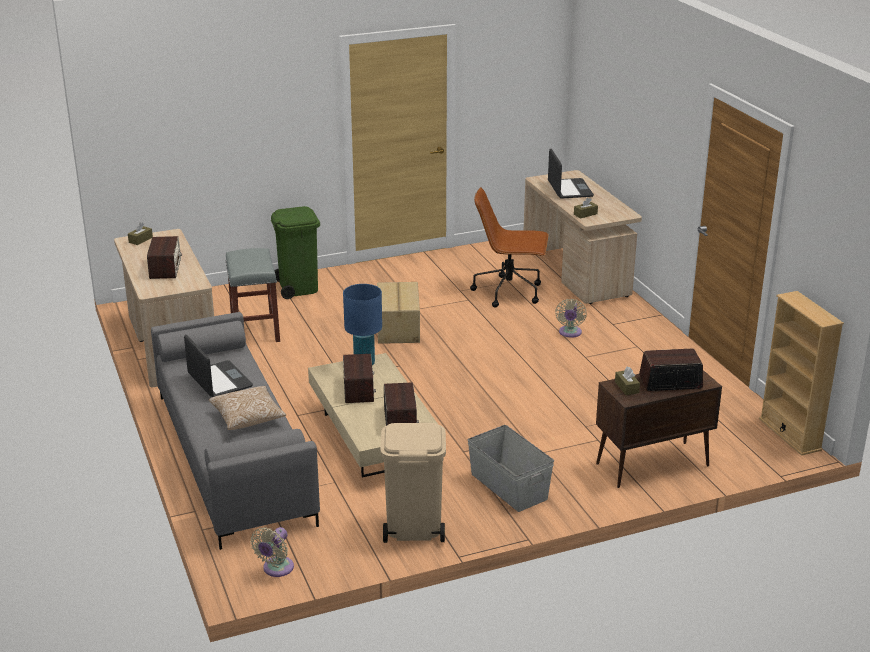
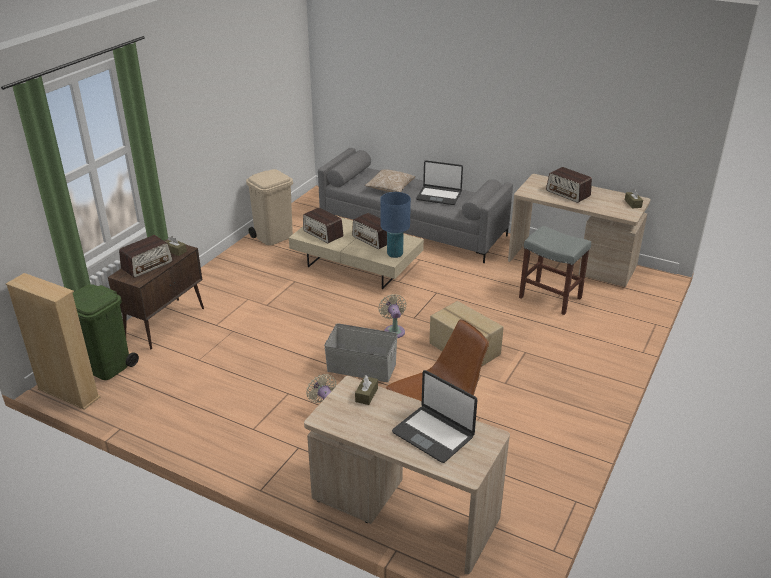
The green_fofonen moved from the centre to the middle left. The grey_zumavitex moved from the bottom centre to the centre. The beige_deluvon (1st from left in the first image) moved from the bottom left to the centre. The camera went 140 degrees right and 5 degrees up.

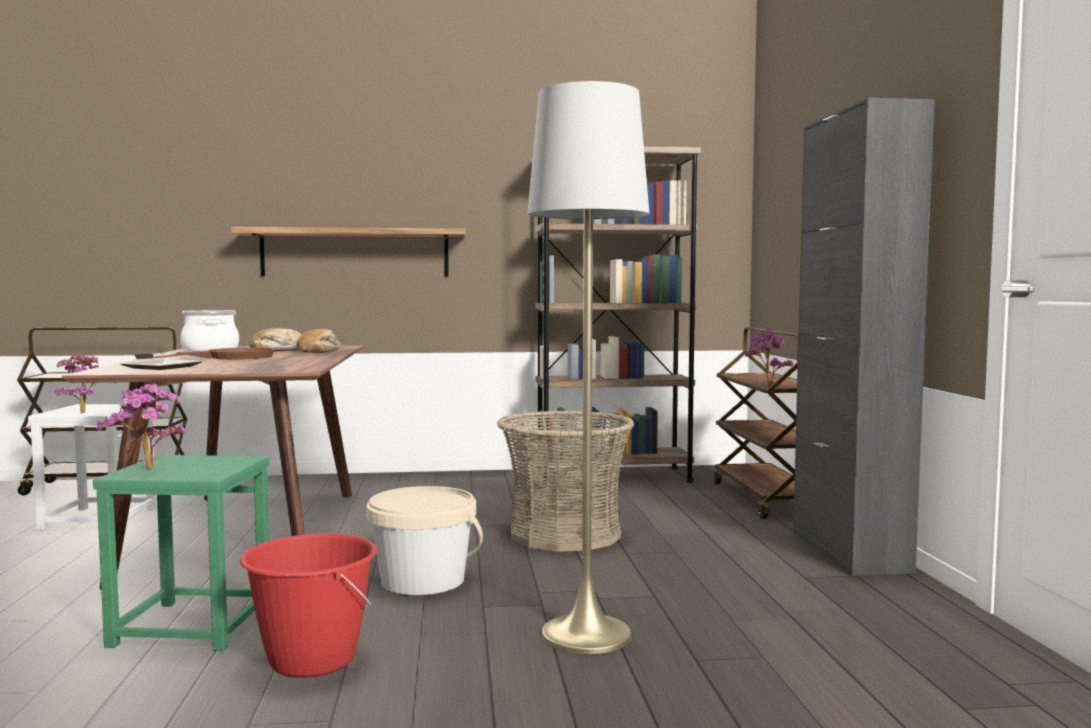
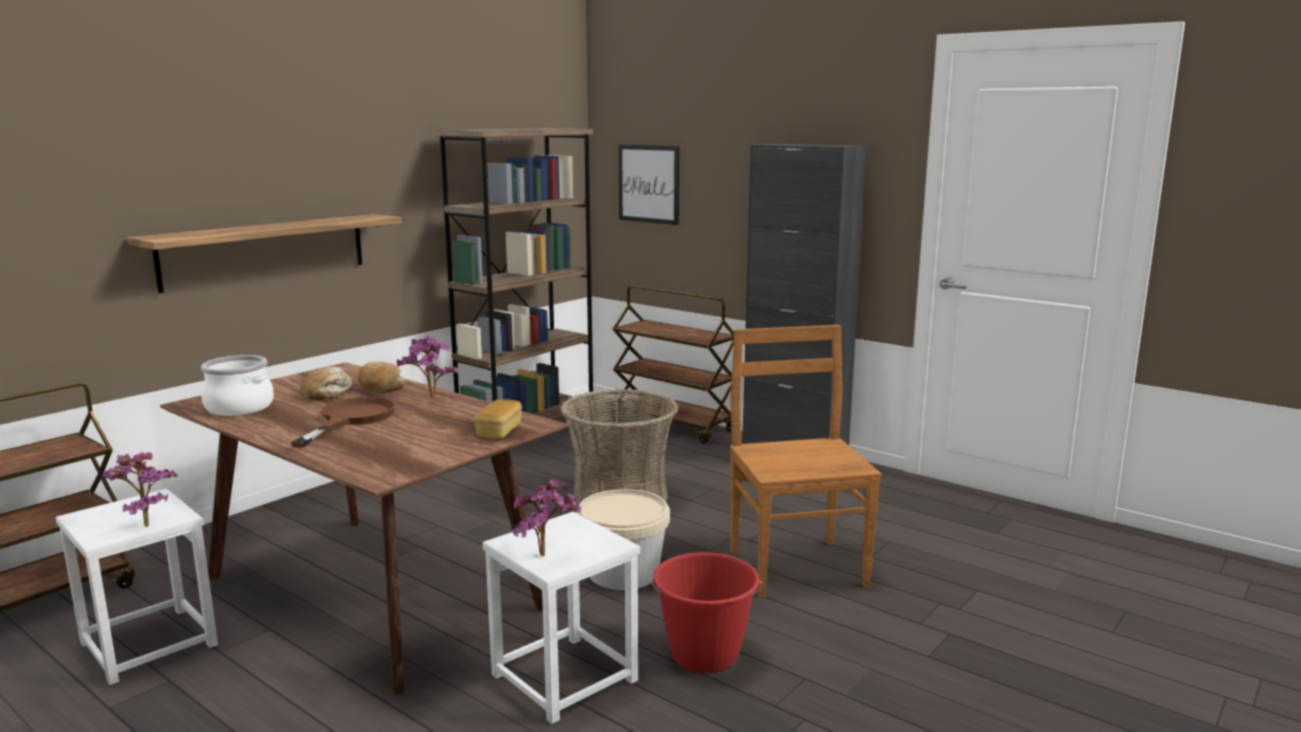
The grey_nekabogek at the centre was replaced by the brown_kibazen at the centre. The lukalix (3rd from left in the first image) moved from the middle right to the middle left. The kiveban at the middle left disappeared. The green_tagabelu at the bottom left became the white_tagabelu (2nd from left) at the bottom centre. The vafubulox at the top centre appeared. The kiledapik (3rd from left) at the centre appeared. The camera went 45 degrees left and 10 degrees up.

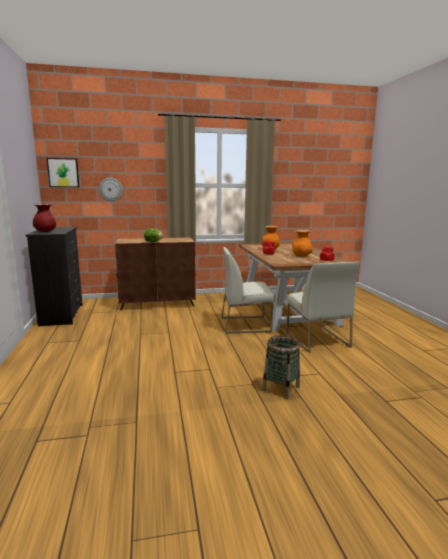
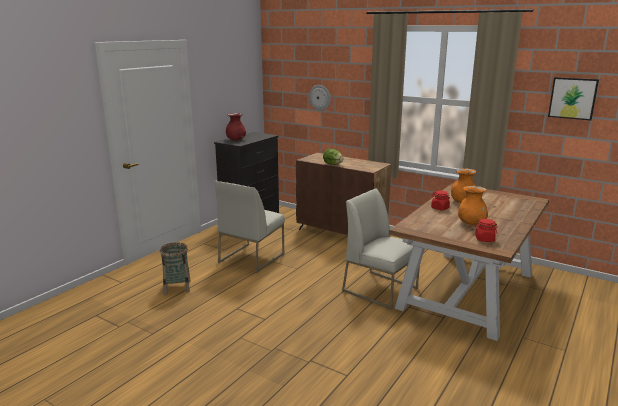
The vafubulox moved from the top left to the top right. The white_kibazen (2nd from left in the first image) moved from the middle right to the centre. The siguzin moved from the centre to the middle left. The camera went 45 degrees right and 5 degrees up.

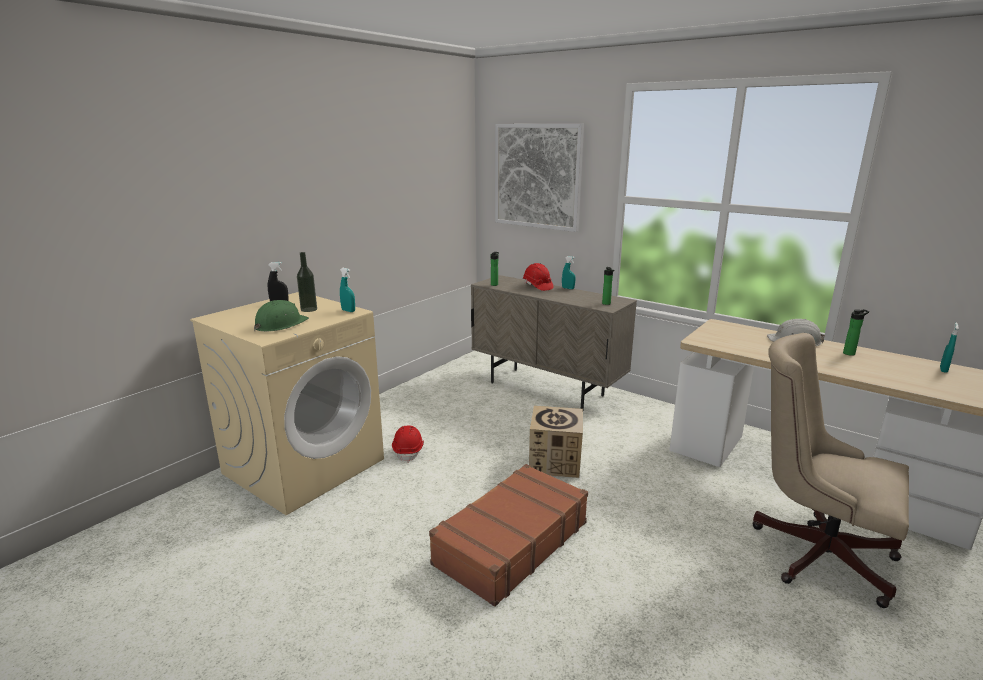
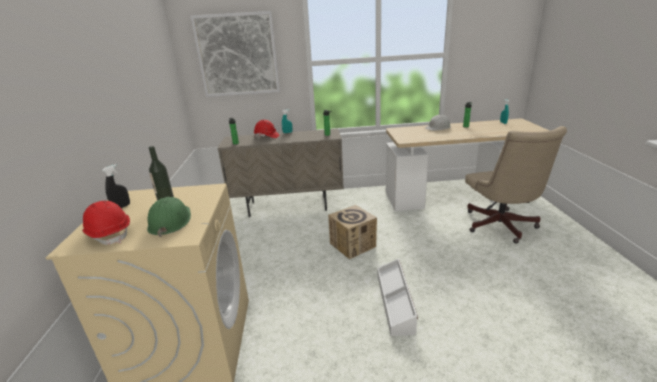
The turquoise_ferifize (1st from left) at the centre disappeared. The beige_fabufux at the bottom right turned 90 degrees counterclockwise. The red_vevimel (1st from left) moved from the centre to the middle left. The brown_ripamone at the bottom centre was replaced by the white_zumavitex at the bottom centre. The camera went 40 degrees left and 5 degrees up.

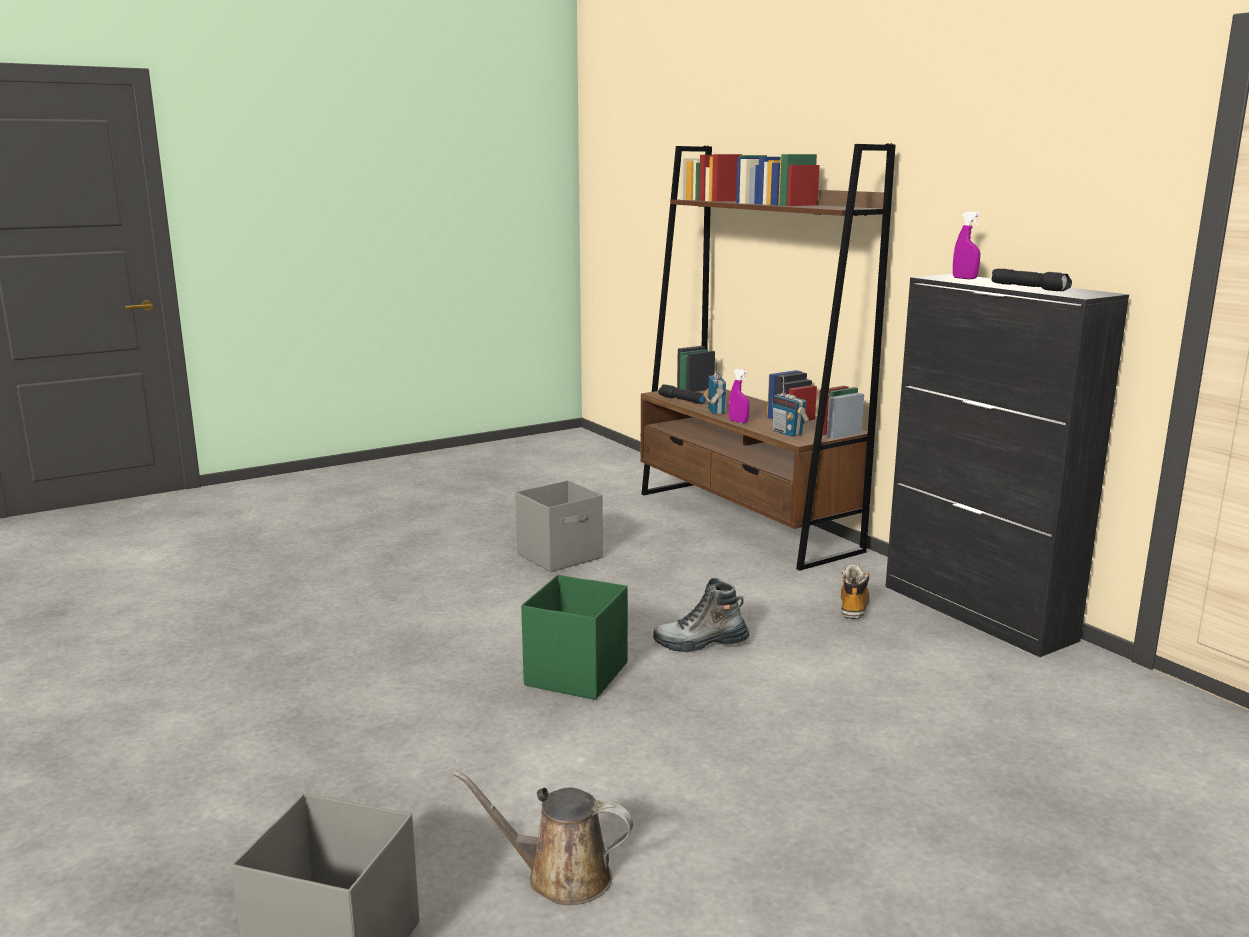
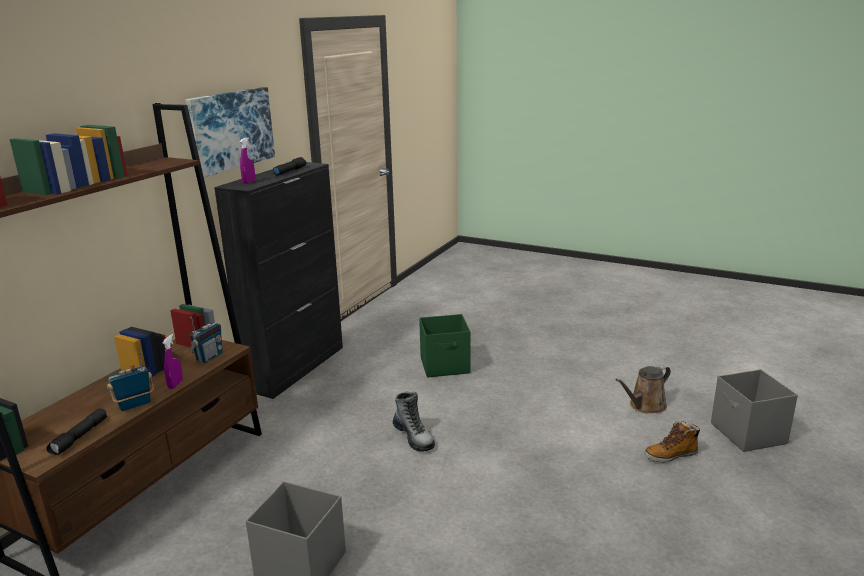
The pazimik (2nd from left) moved from the middle right to the bottom right. The green_zumavitex moved from the bottom centre to the centre. The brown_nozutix at the bottom centre turned 75 degrees clockwise. The vafubulox at the top left appeared. The camera went 120 degrees left and 5 degrees up.

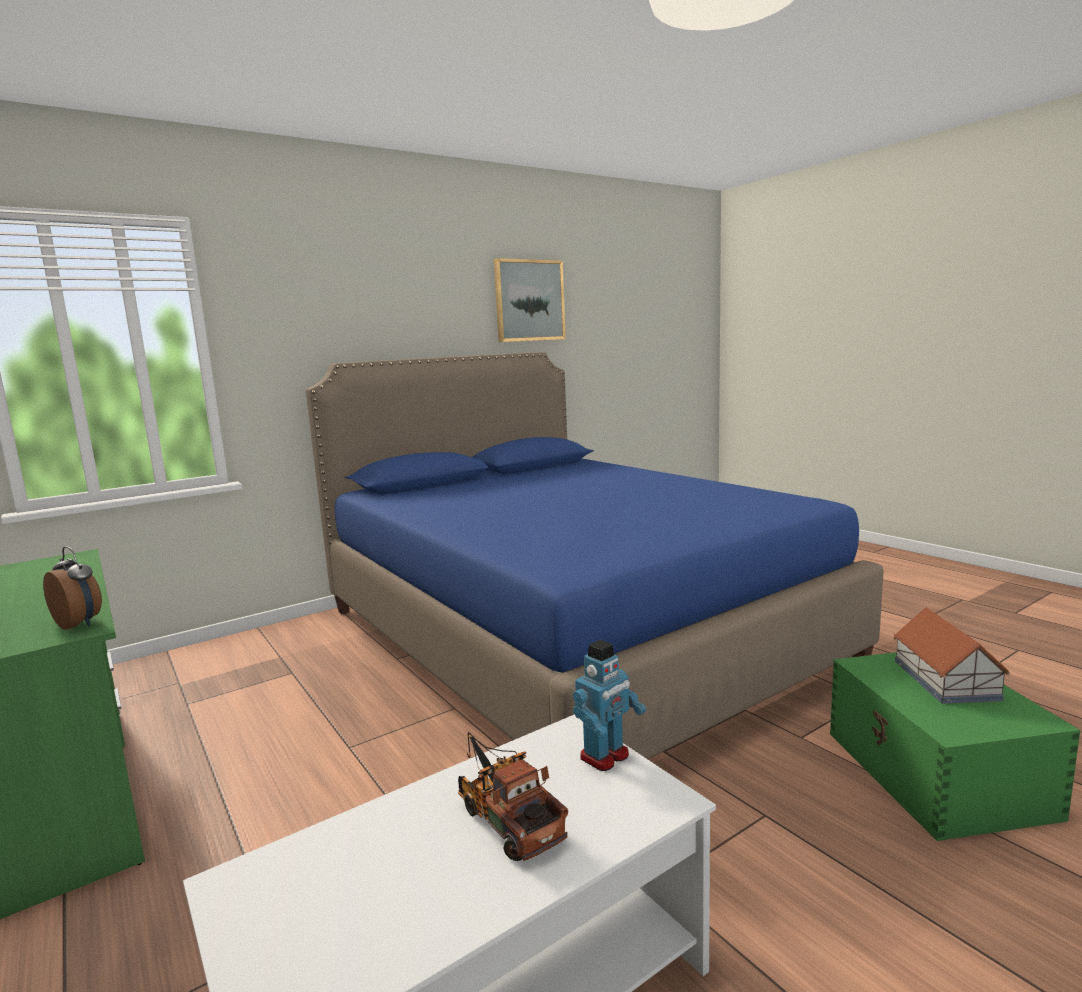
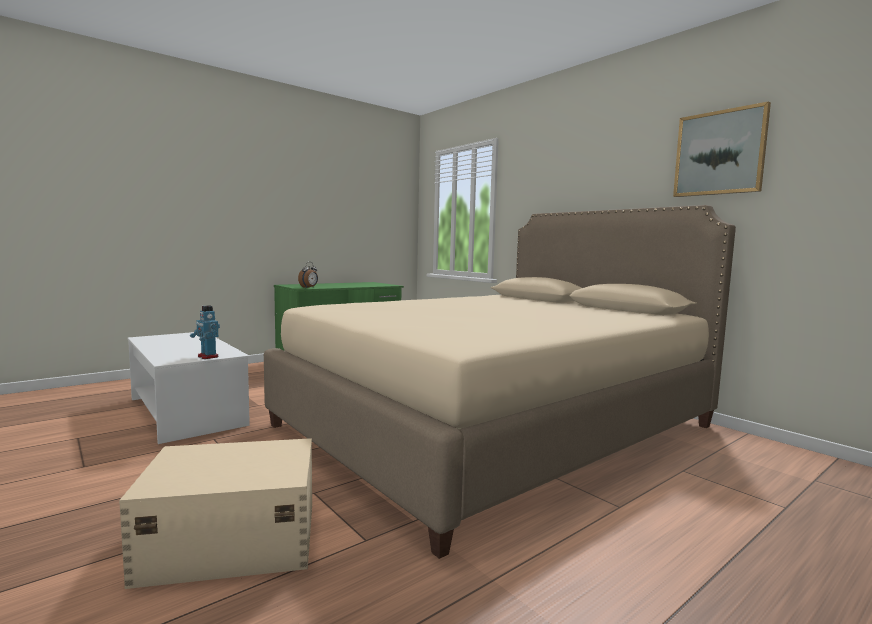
The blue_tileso at the centre became the beige_tileso at the centre. The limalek at the middle right disappeared. The green_zumavitex at the bottom right became the beige_zumavitex at the bottom left. The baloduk at the bottom centre disappeared. The camera went 85 degrees right and 5 degrees down.

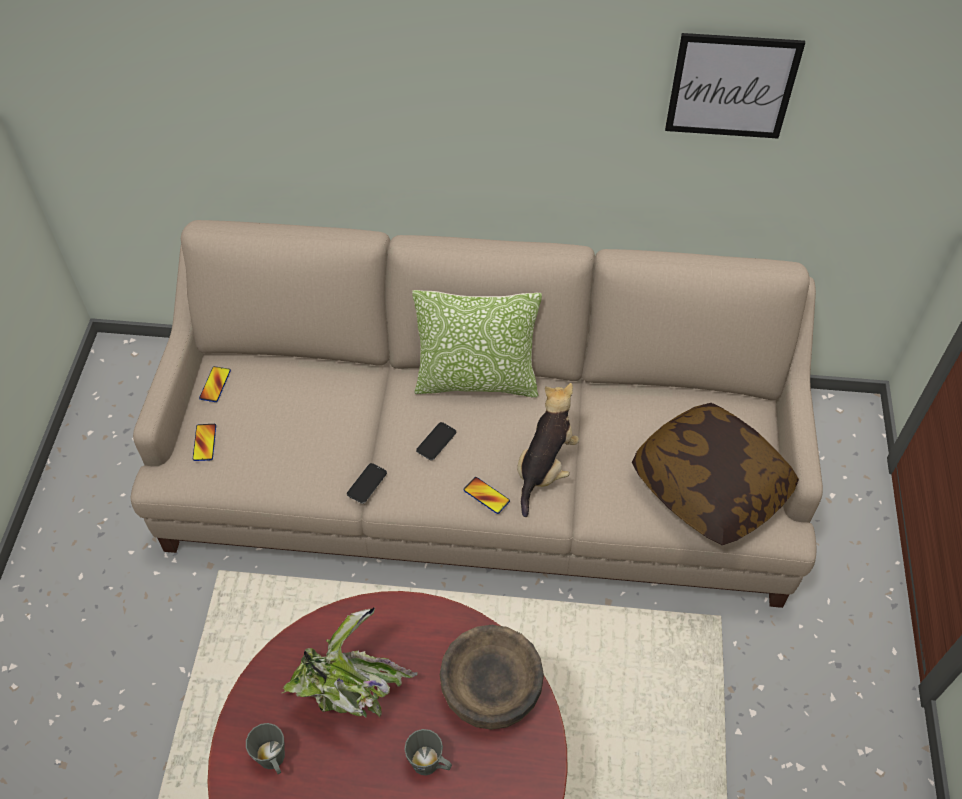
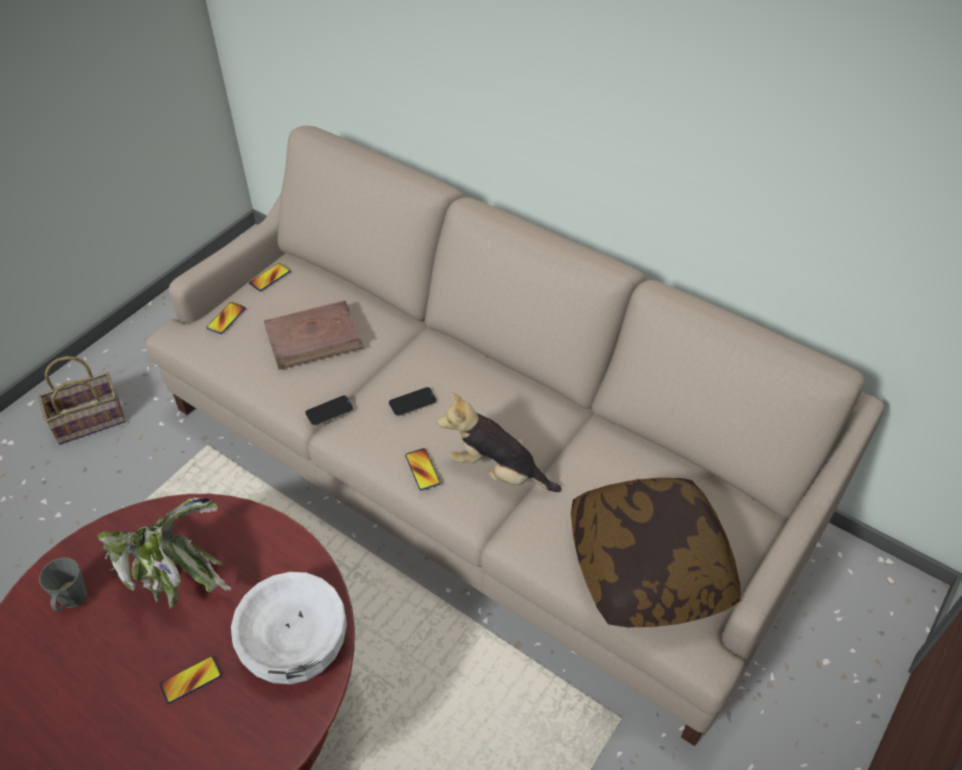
The vafubulox at the top right disappeared. The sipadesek (1st from left) at the centre disappeared. The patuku at the centre turned 120 degrees counterclockwise. The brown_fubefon at the bottom centre became the white_fubefon at the bottom left. The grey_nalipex (2nd from left) at the bottom centre was replaced by the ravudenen (1st from left) at the bottom left. The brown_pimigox at the middle left appeared. The siguzin at the middle left appeared. The camera went 30 degrees right and 5 degrees down.

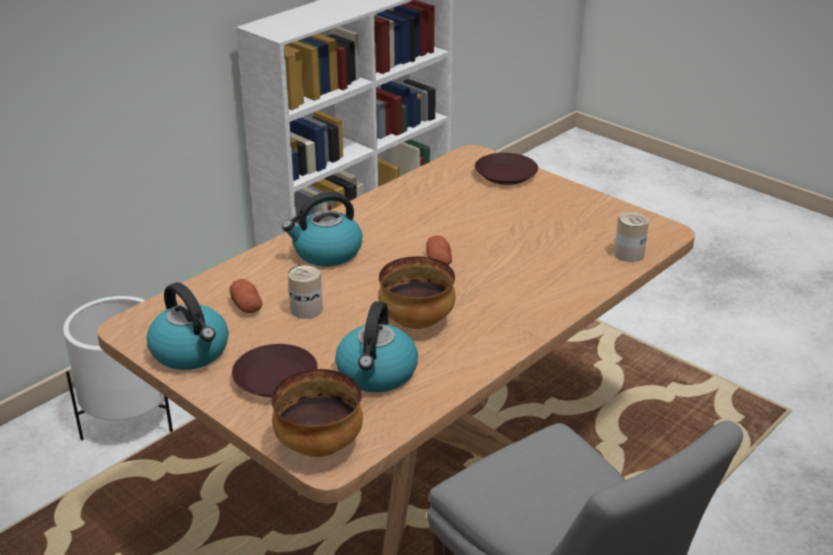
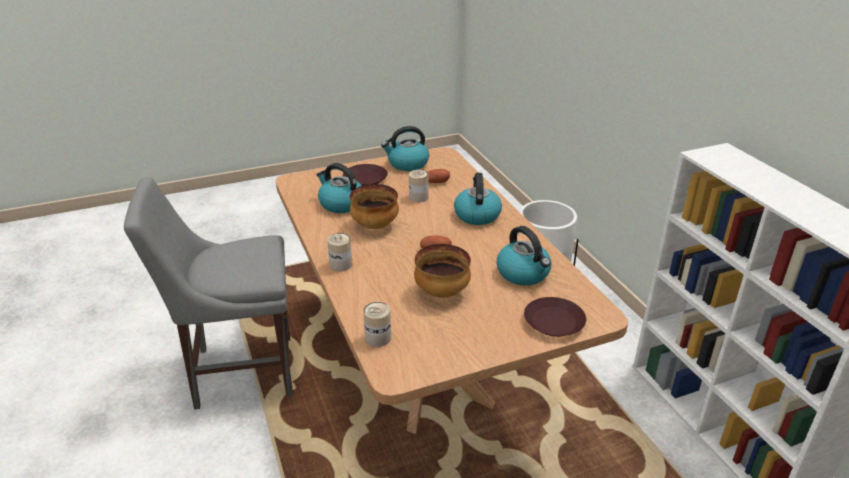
The fubefon (1st from left in the first image) moved from the bottom centre to the centre. The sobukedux (4th from left) at the centre appeared. The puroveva (1st from left) at the centre appeared. The camera went 115 degrees right and 0 degrees up.

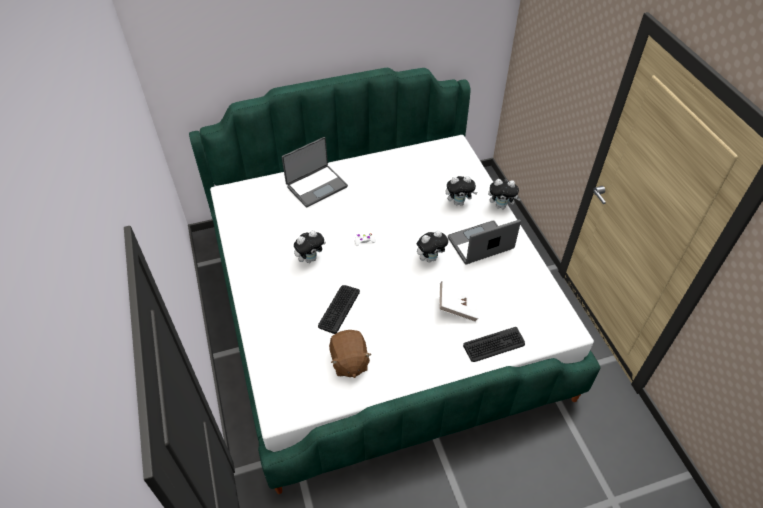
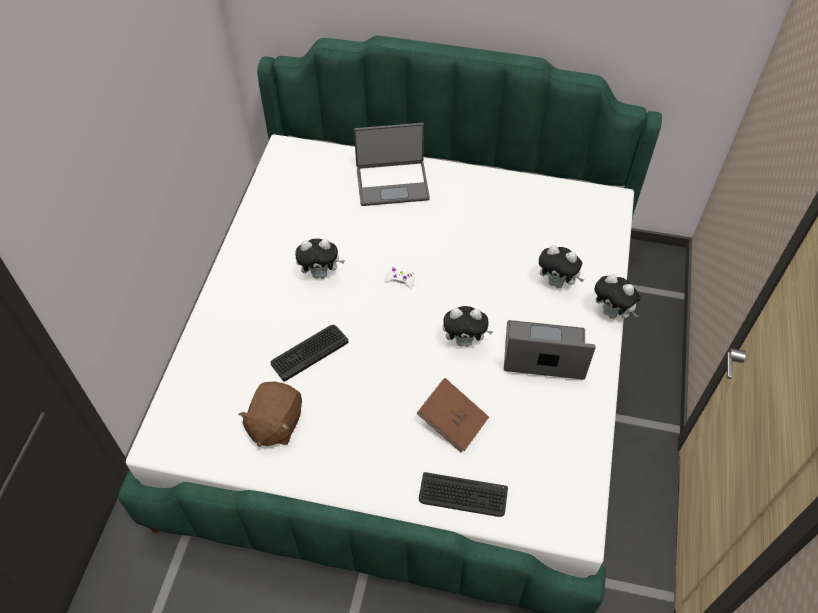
The white_pimigox at the centre became the brown_pimigox at the bottom centre. The camera went 30 degrees right and 5 degrees up.

